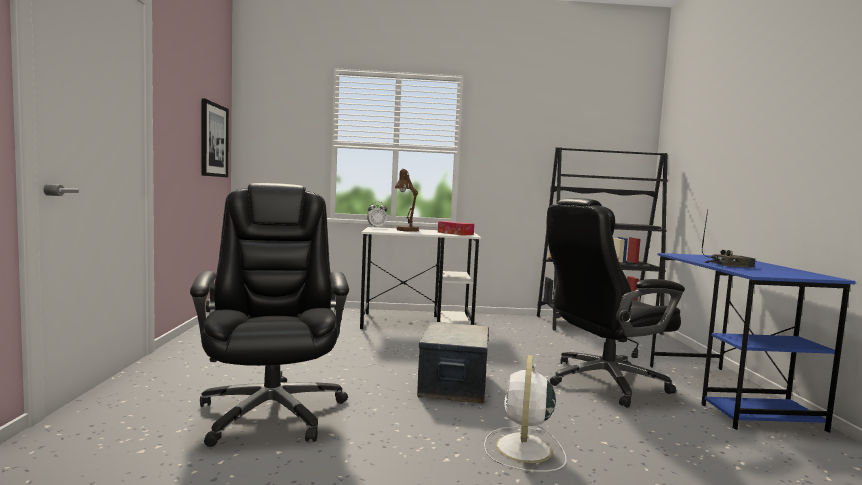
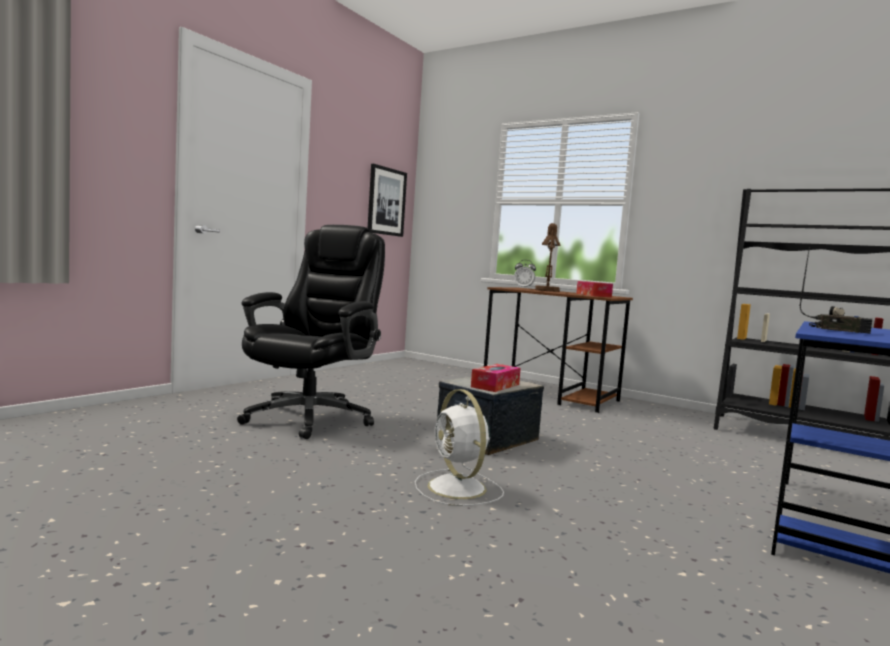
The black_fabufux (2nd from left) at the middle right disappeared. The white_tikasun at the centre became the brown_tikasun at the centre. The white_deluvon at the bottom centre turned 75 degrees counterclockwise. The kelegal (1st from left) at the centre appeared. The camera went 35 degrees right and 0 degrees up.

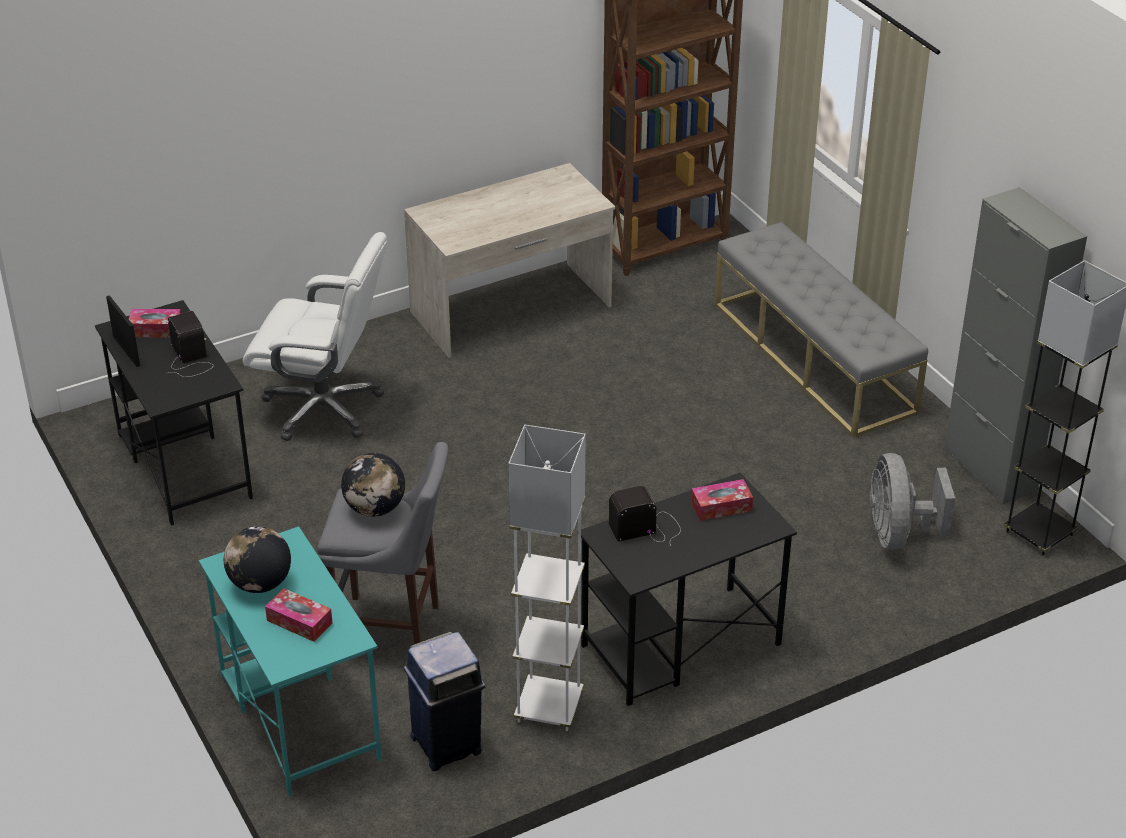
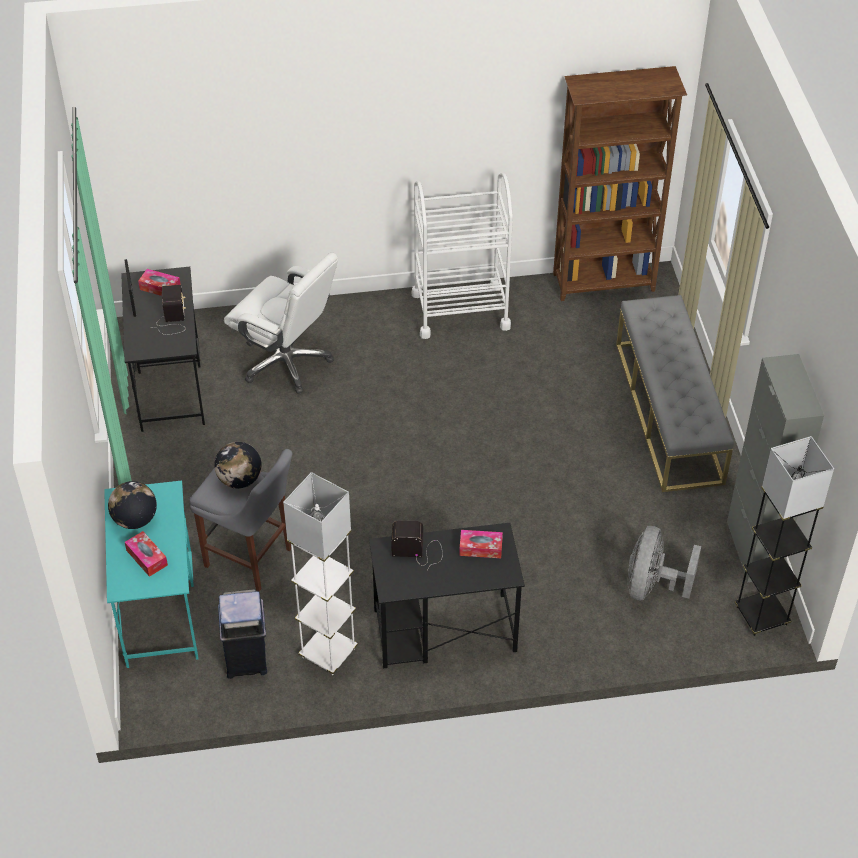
The beige_tikasun at the top centre was replaced by the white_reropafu at the top centre. The camera went 20 degrees right and 10 degrees up.

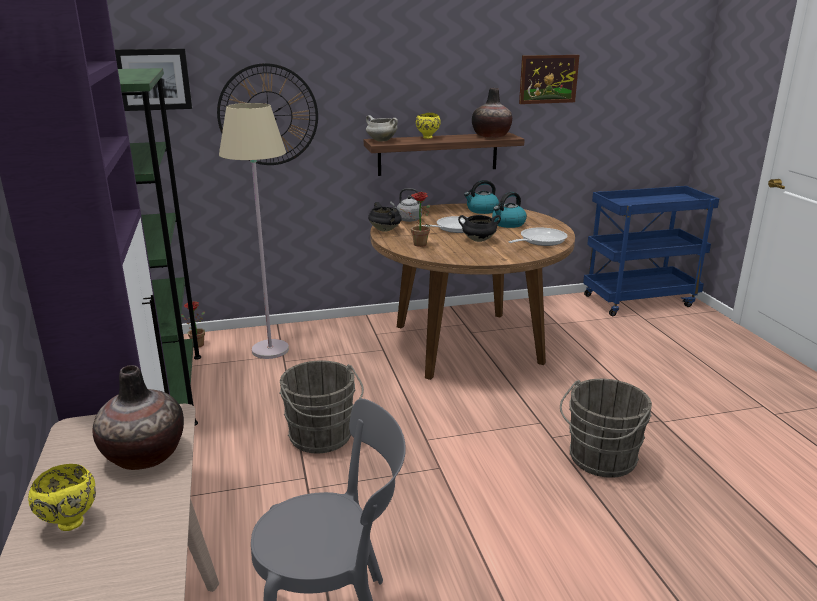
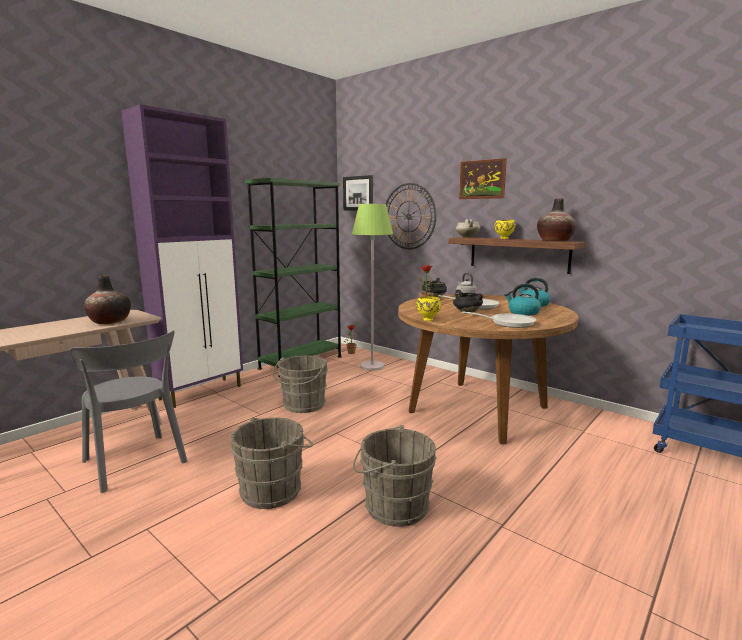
The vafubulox (2nd from left) moved from the top right to the top centre. The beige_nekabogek at the middle left became the green_nekabogek at the centre. The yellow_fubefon (1st from left) moved from the bottom left to the centre. The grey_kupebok (1st from left) at the bottom centre appeared. The camera went 55 degrees right and 10 degrees down.

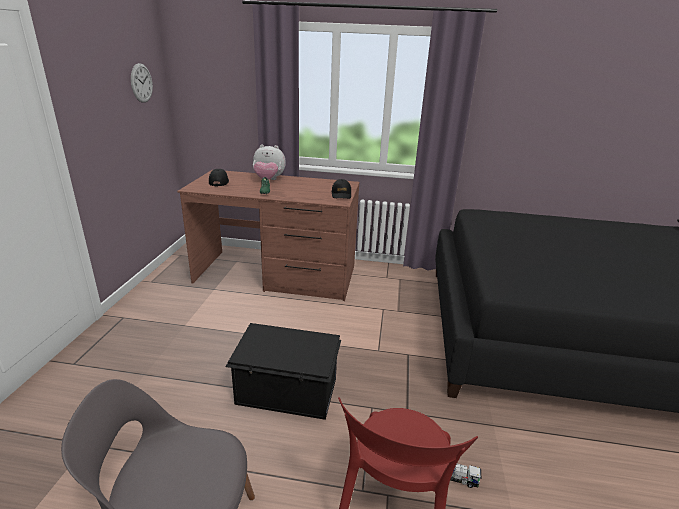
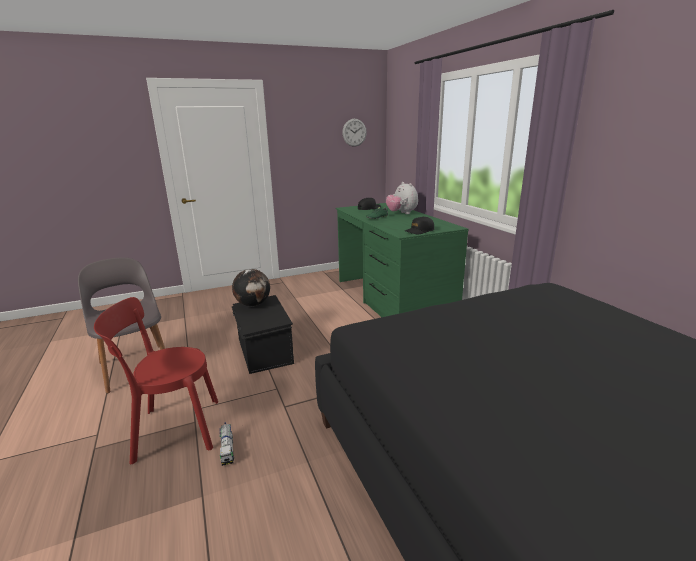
The brown_tikasun at the centre became the green_tikasun at the centre. The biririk at the centre appeared. The camera went 60 degrees right and 5 degrees down.

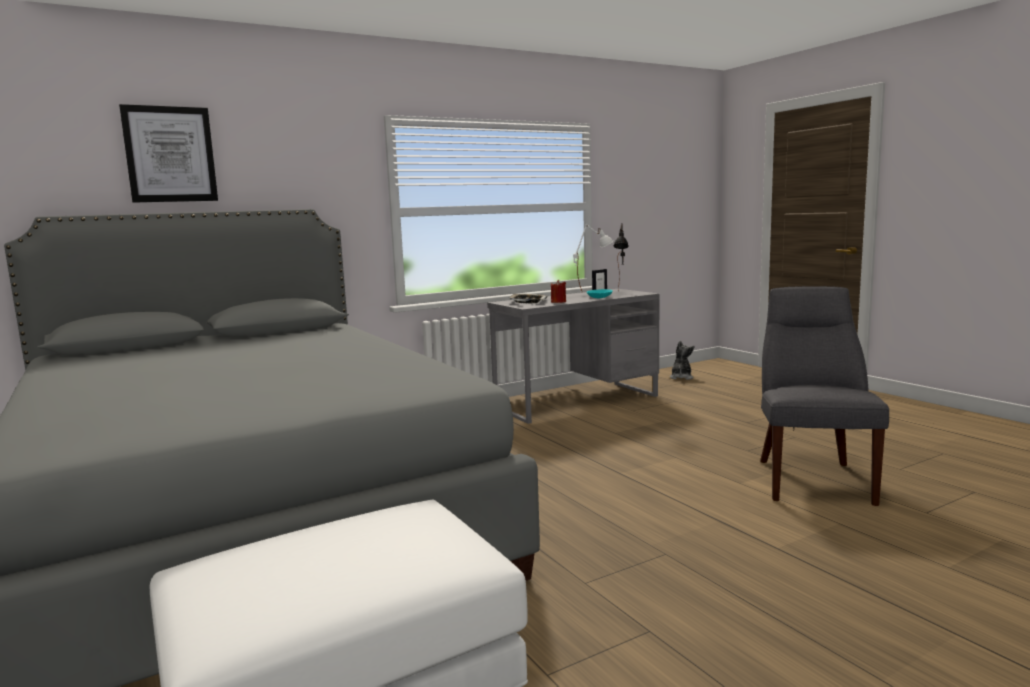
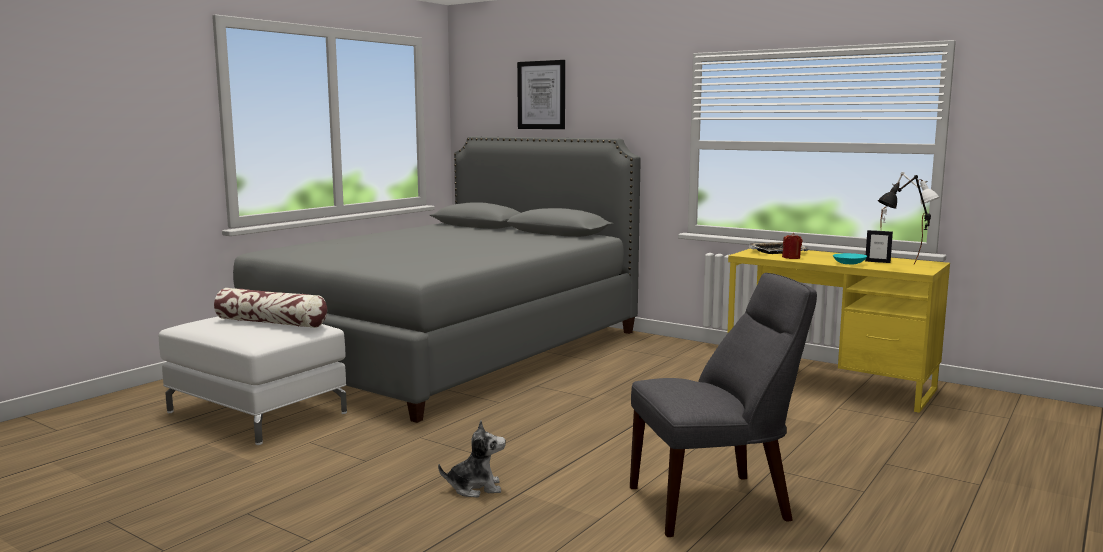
The grey_tikasun at the centre became the yellow_tikasun at the middle right. The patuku moved from the centre to the bottom centre. The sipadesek at the middle left appeared. The camera went 65 degrees right and 0 degrees up.

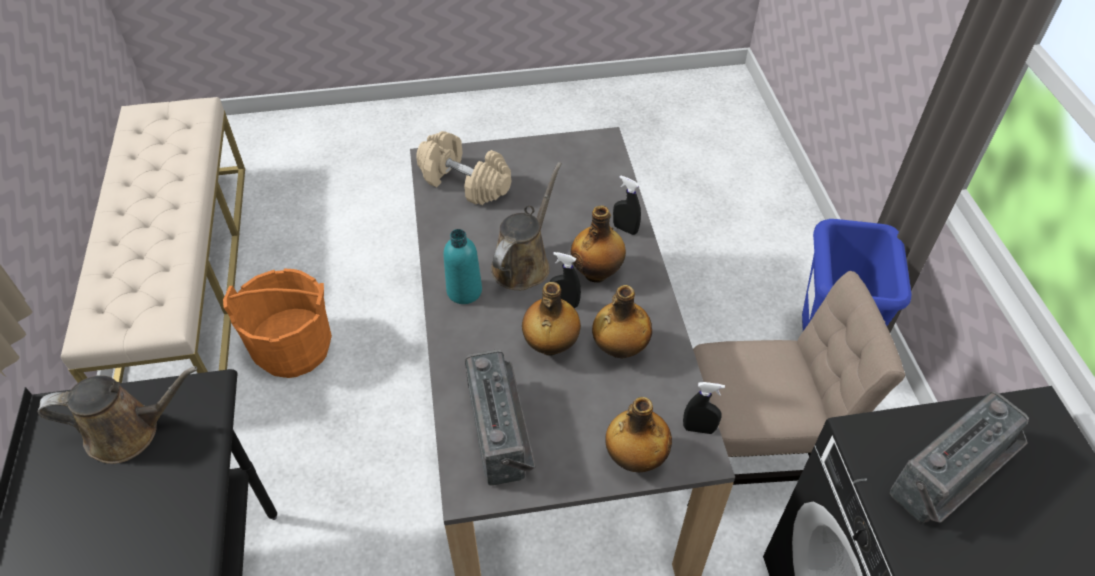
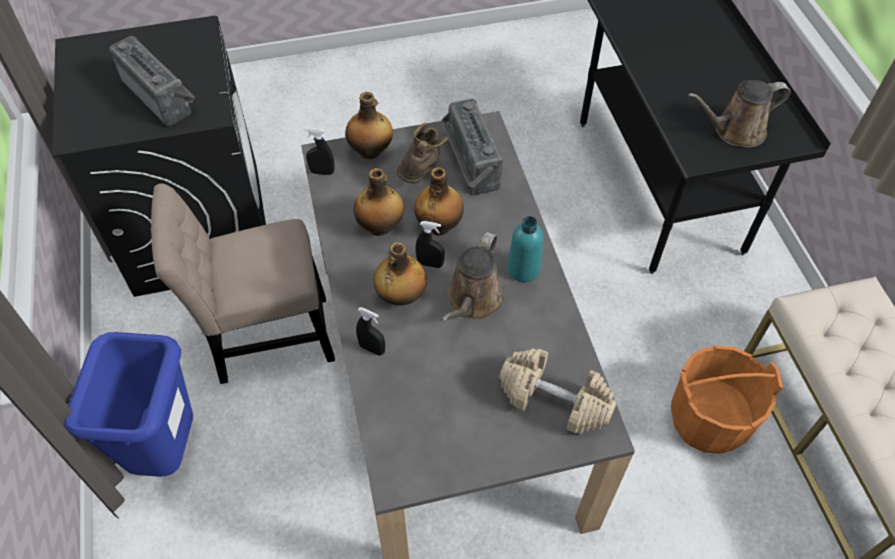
The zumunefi (2nd from left in the first image) at the bottom right turned 90 degrees clockwise. The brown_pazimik at the top centre appeared. The camera went 175 degrees right and 5 degrees up.

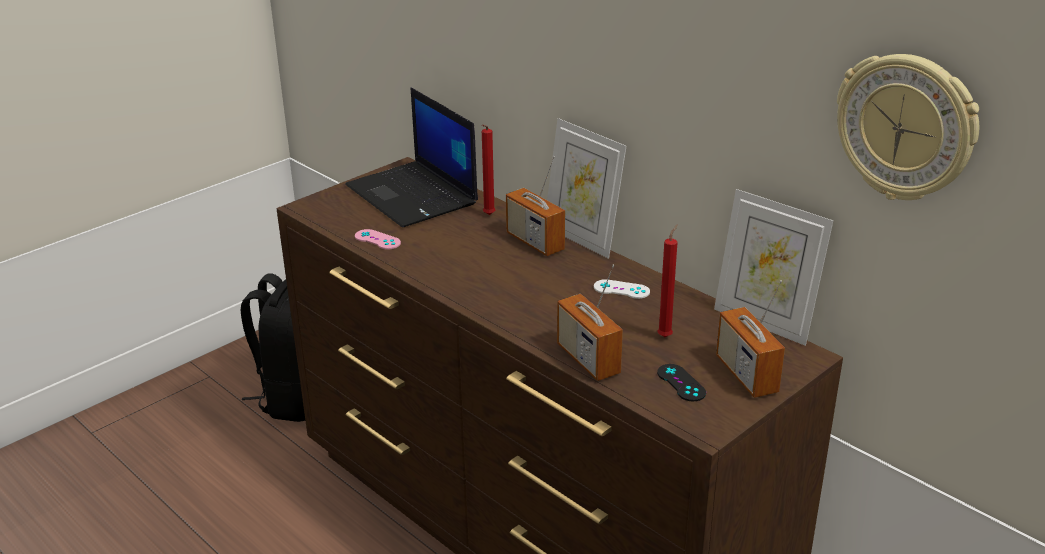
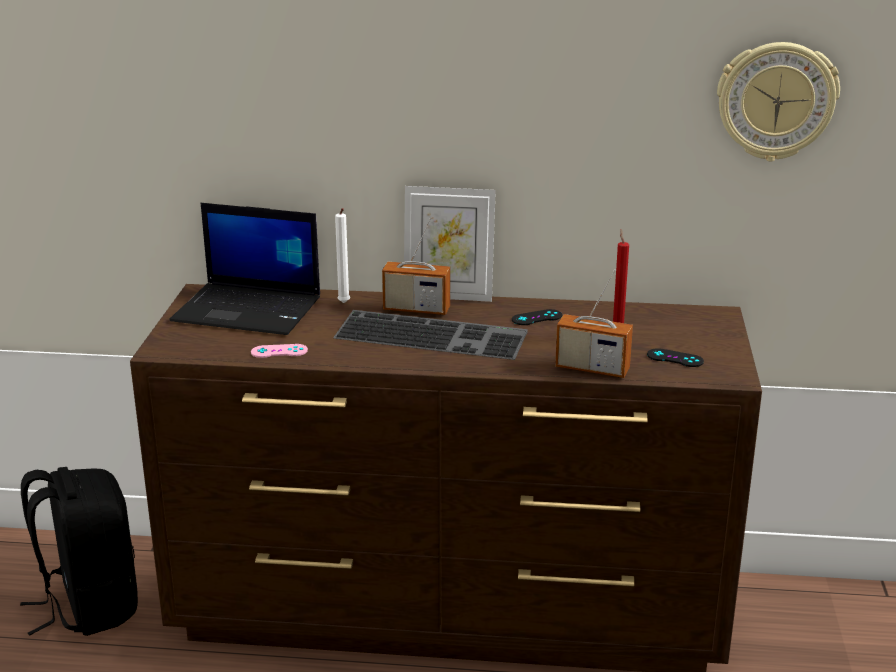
The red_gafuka (1st from left) at the top centre became the white_gafuka at the centre. The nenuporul (2nd from left) at the middle right disappeared. The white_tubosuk at the centre became the black_tubosuk (1st from left) at the centre. The zumunefi (3rd from left) at the middle right disappeared. The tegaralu at the centre appeared. The camera went 40 degrees left and 5 degrees down.

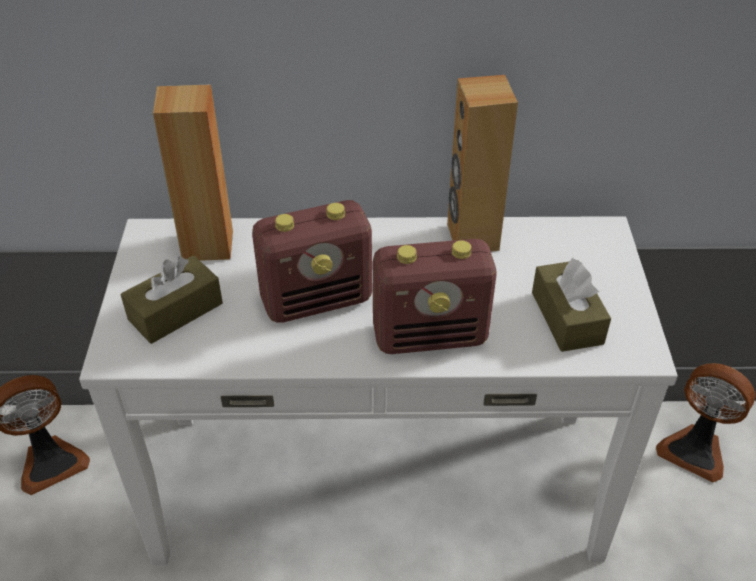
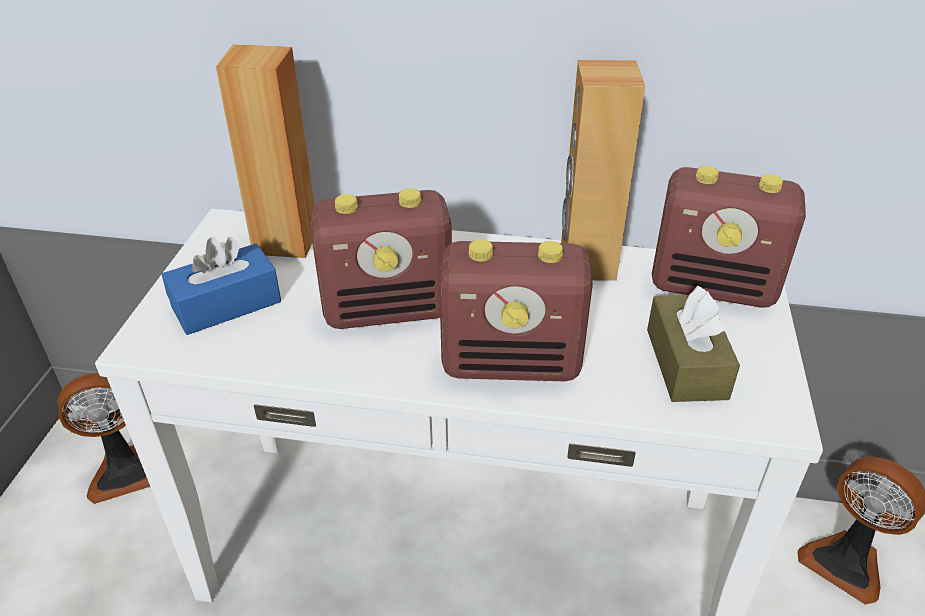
The brown_kelegal (1st from left) at the middle left became the blue_kelegal at the middle left. The zumunefi (3rd from left) at the middle right appeared. The camera went 10 degrees right and 5 degrees down.

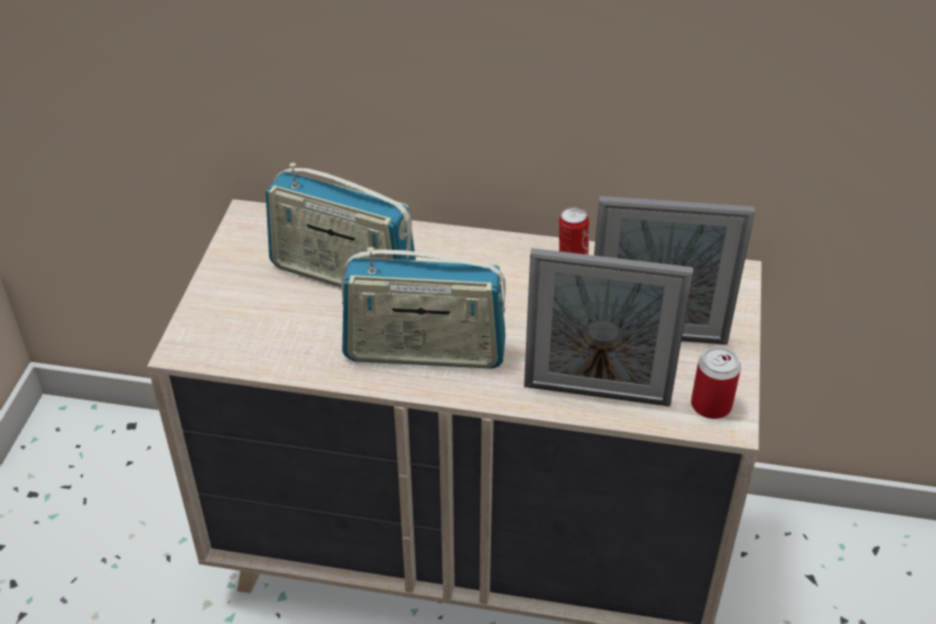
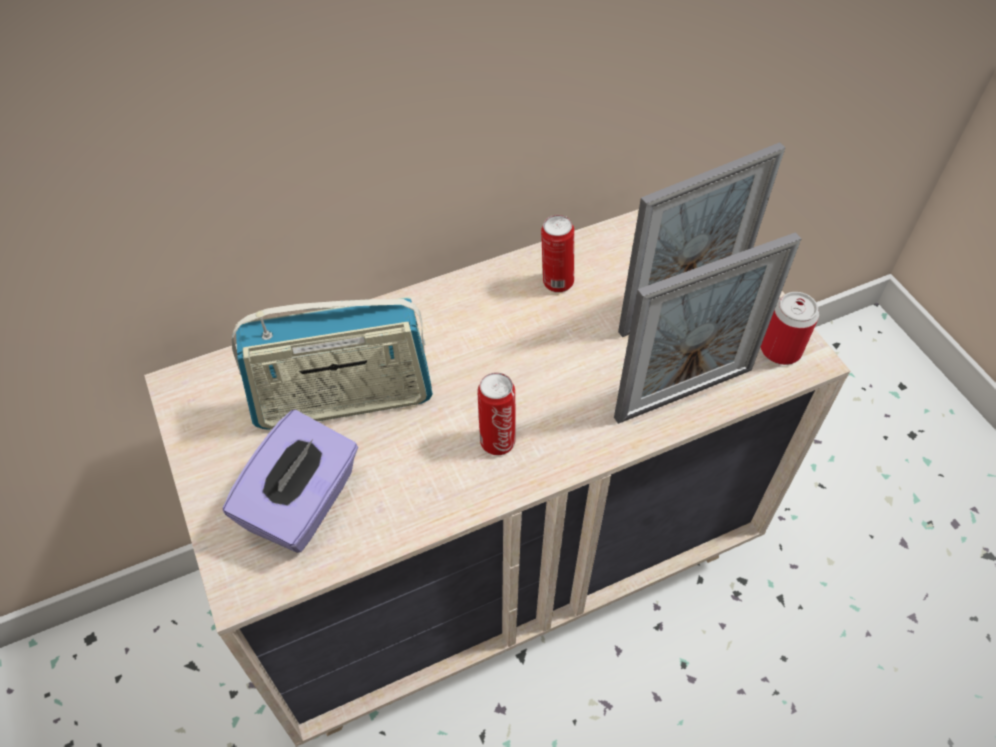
The zumunefi (2nd from left) at the centre was replaced by the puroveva (1st from left) at the centre. The purple_kelegal at the middle left appeared. The camera went 35 degrees left and 10 degrees up.

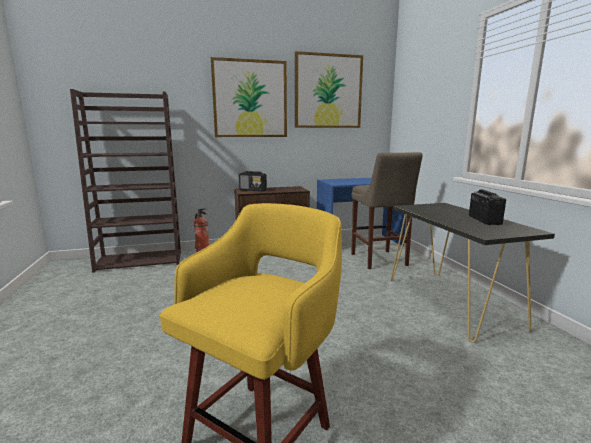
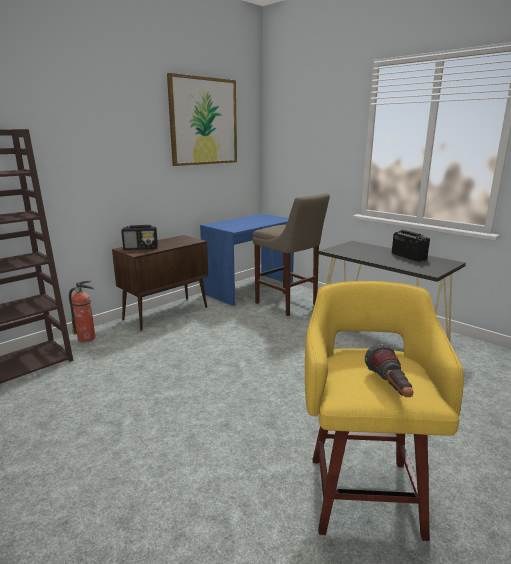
The vafubulox (1st from left) at the top centre disappeared. The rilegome at the middle right appeared. The camera went 30 degrees left and 5 degrees up.

